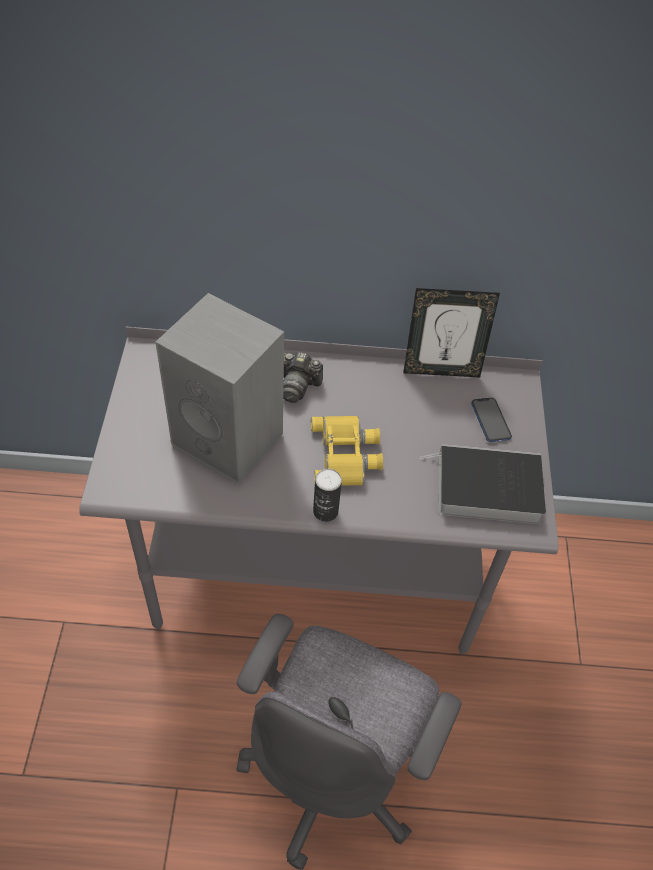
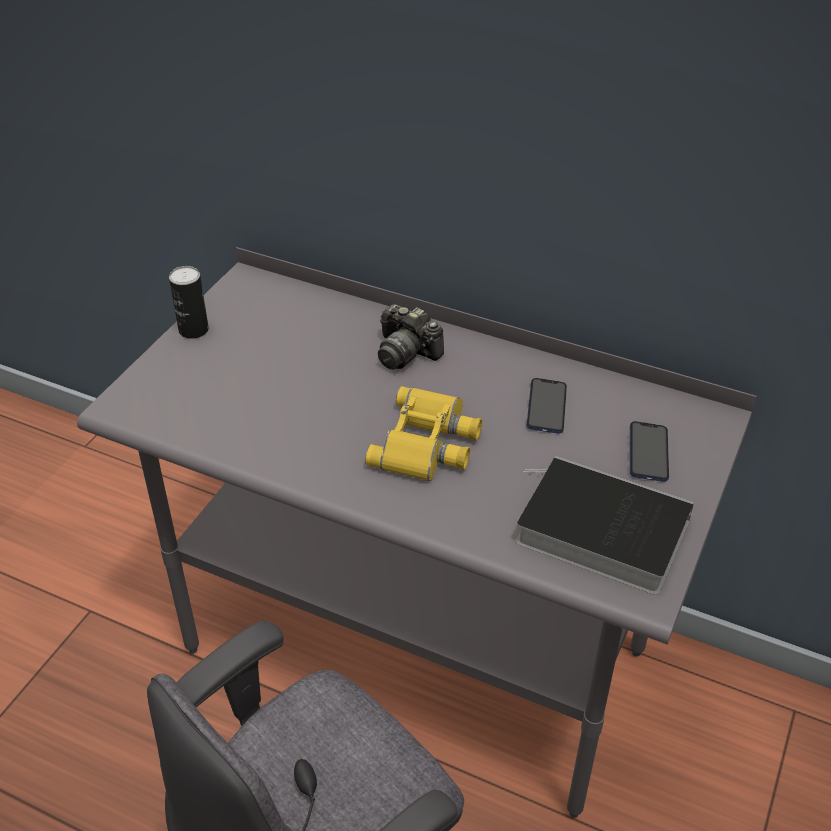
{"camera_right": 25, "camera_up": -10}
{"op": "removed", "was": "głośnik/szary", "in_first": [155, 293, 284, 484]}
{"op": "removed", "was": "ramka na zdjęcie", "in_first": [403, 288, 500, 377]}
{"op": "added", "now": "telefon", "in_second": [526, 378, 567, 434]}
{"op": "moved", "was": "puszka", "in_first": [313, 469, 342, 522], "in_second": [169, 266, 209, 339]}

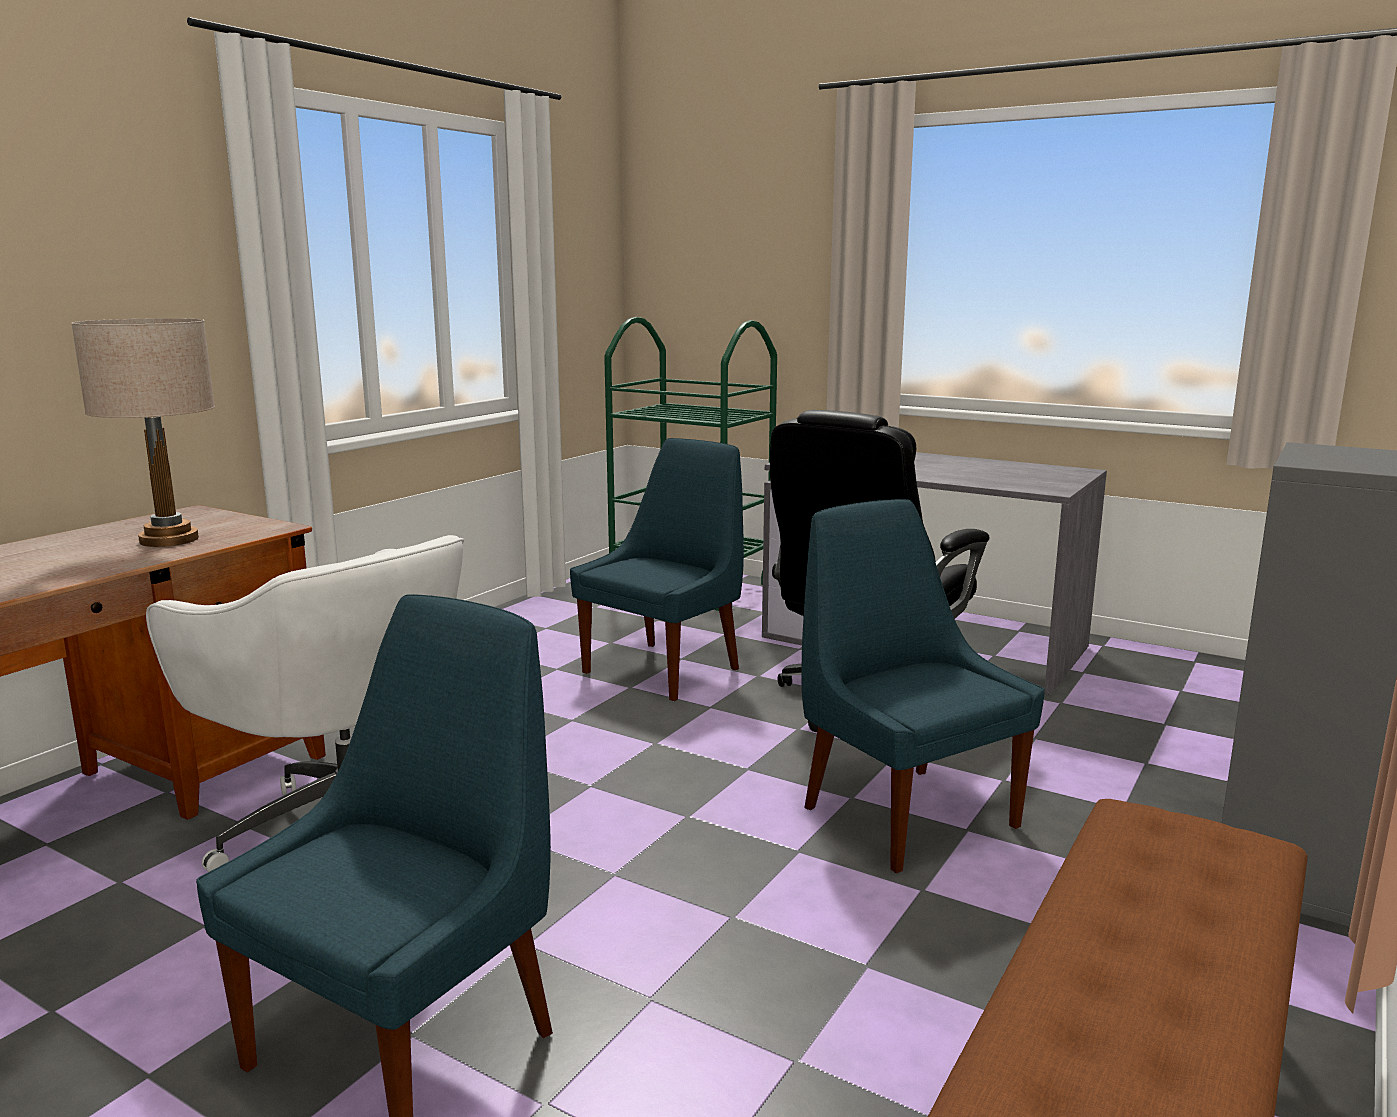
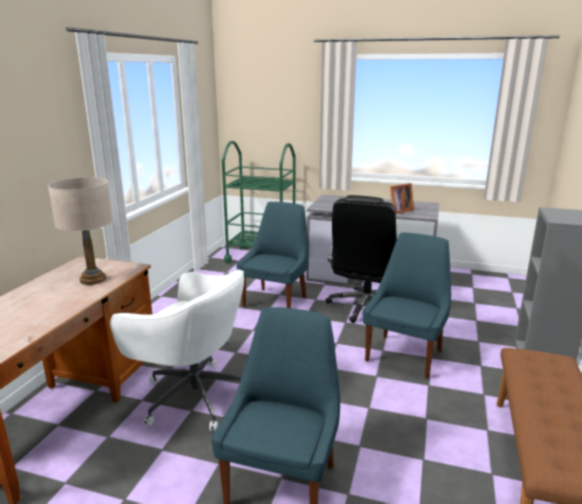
{"camera_right": -15, "camera_up": 5}
{"op": "added", "now": "ramka na zdjęcie", "in_second": [390, 183, 414, 214]}
{"op": "turned", "was": "krzesło/niebieski", "in_first": [801, 499, 1045, 873], "in_second": [363, 233, 451, 379], "clockwise": 75}

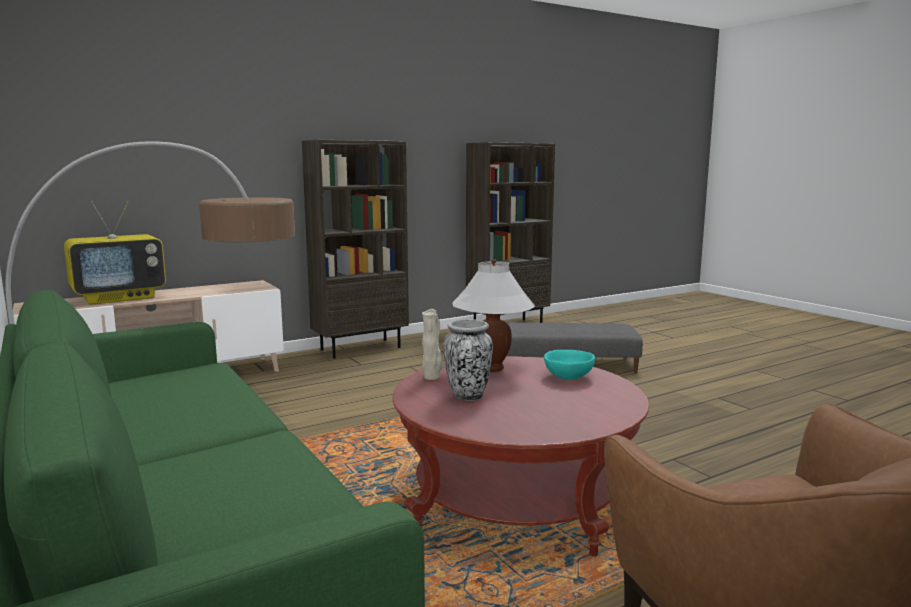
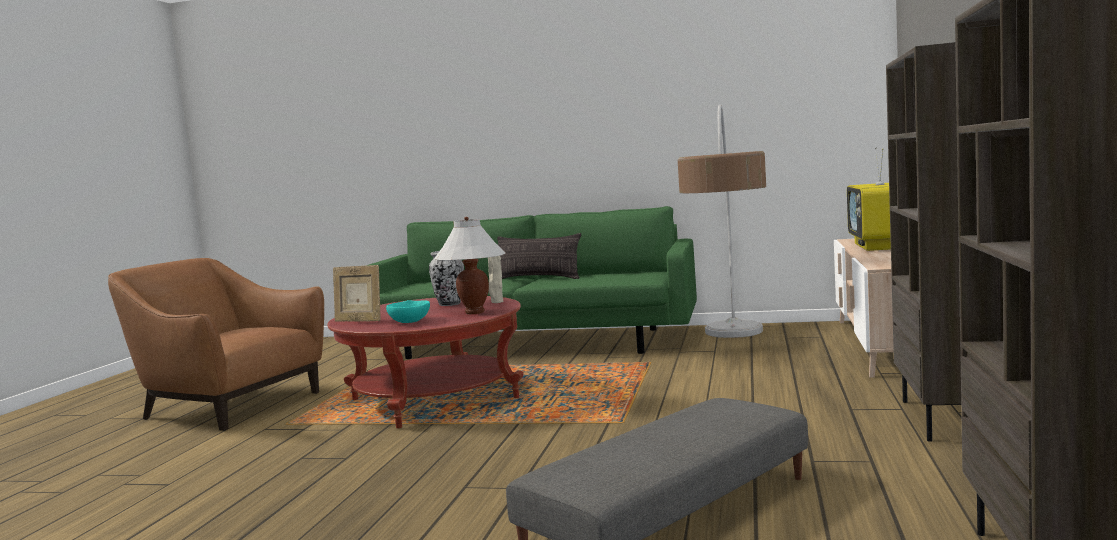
{"camera_right": 135, "camera_up": -5}
{"op": "added", "now": "ramka na zdjęcie", "in_second": [333, 265, 381, 322]}
{"op": "added", "now": "poduszka", "in_second": [497, 233, 581, 279]}

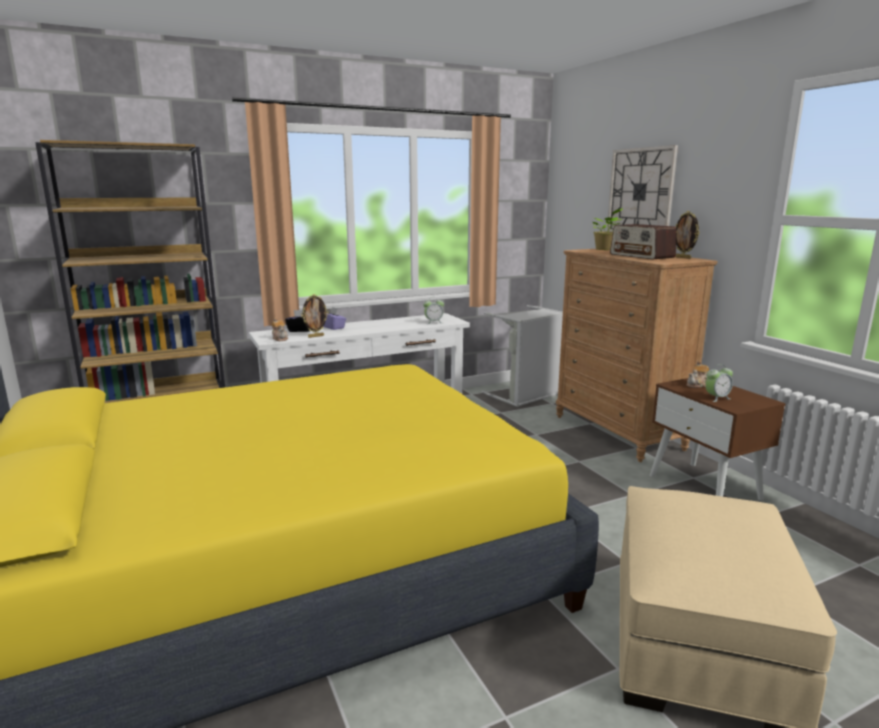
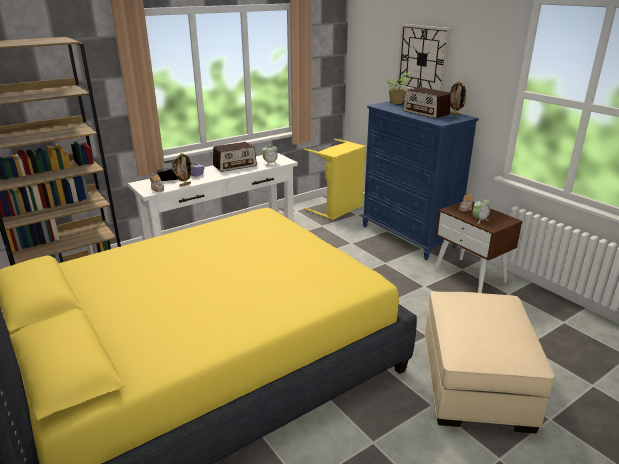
{"camera_right": -10, "camera_up": 10}
{"op": "added", "now": "radio", "in_second": [213, 142, 257, 172]}
{"op": "recoloured", "was": "kosz na pranie/szary", "now": "kosz na pranie/żółty", "in_first": [482, 305, 563, 407], "in_second": [304, 139, 366, 220]}
{"op": "recoloured", "was": "komoda/brązowy", "now": "komoda/niebieski", "in_first": [556, 249, 717, 462], "in_second": [362, 100, 479, 260]}

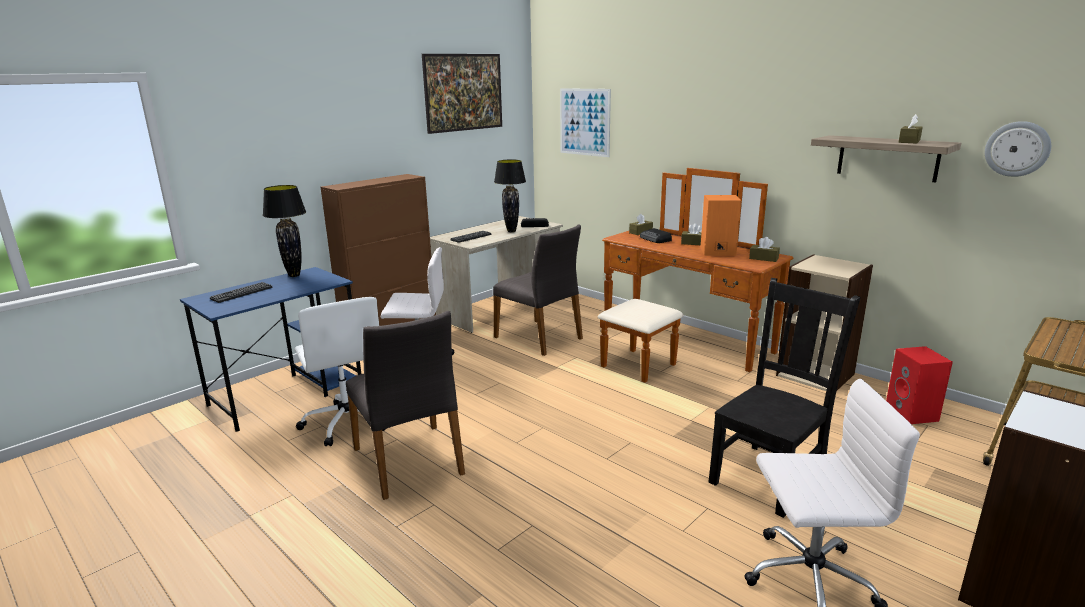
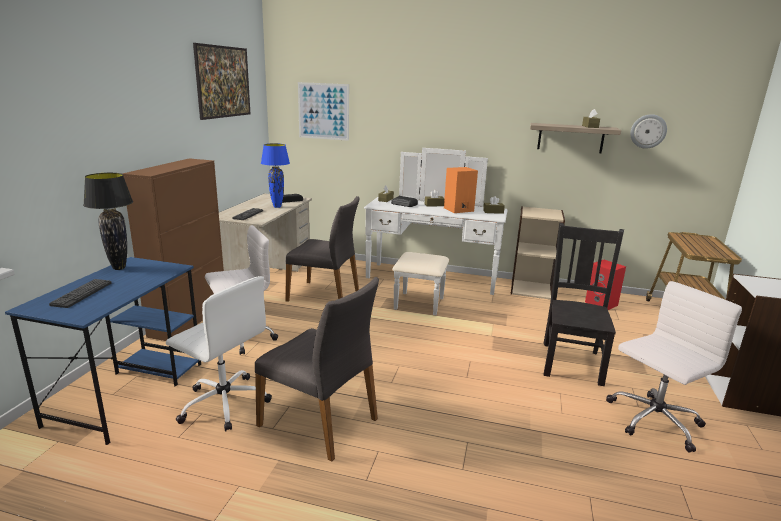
{"camera_right": -30, "camera_up": 0}
{"op": "recoloured", "was": "lampa stołowa/czarny", "now": "lampa stołowa/niebieski", "in_first": [494, 160, 526, 232], "in_second": [261, 143, 290, 208]}
{"op": "recoloured", "was": "komoda/brązowy", "now": "komoda/biały", "in_first": [597, 168, 793, 383], "in_second": [364, 148, 508, 315]}

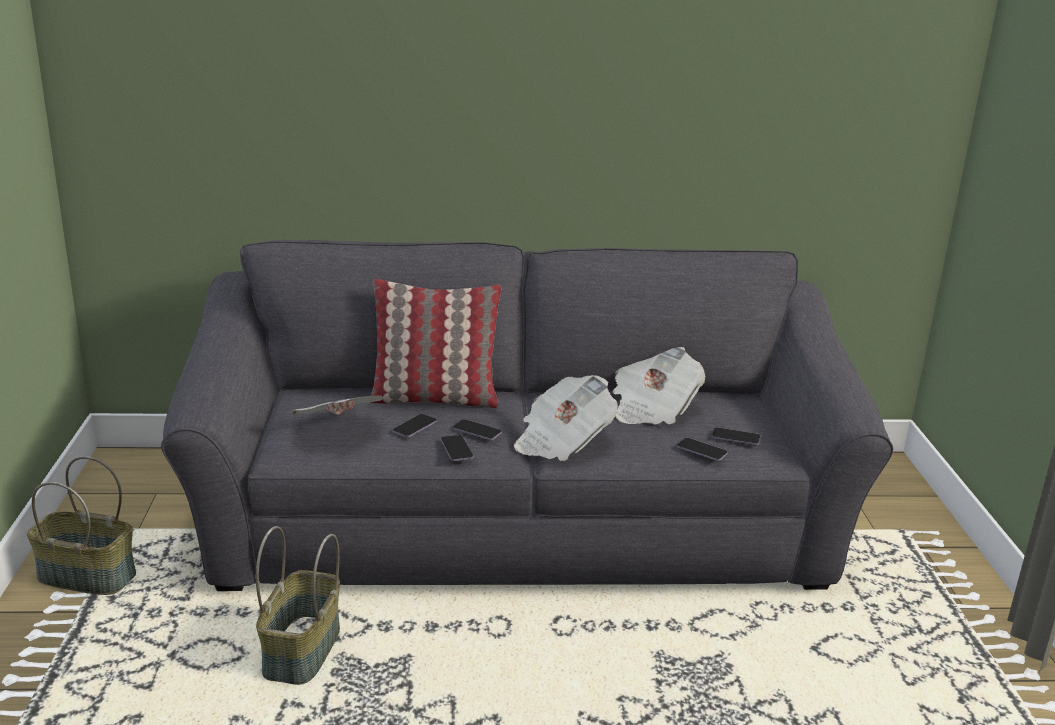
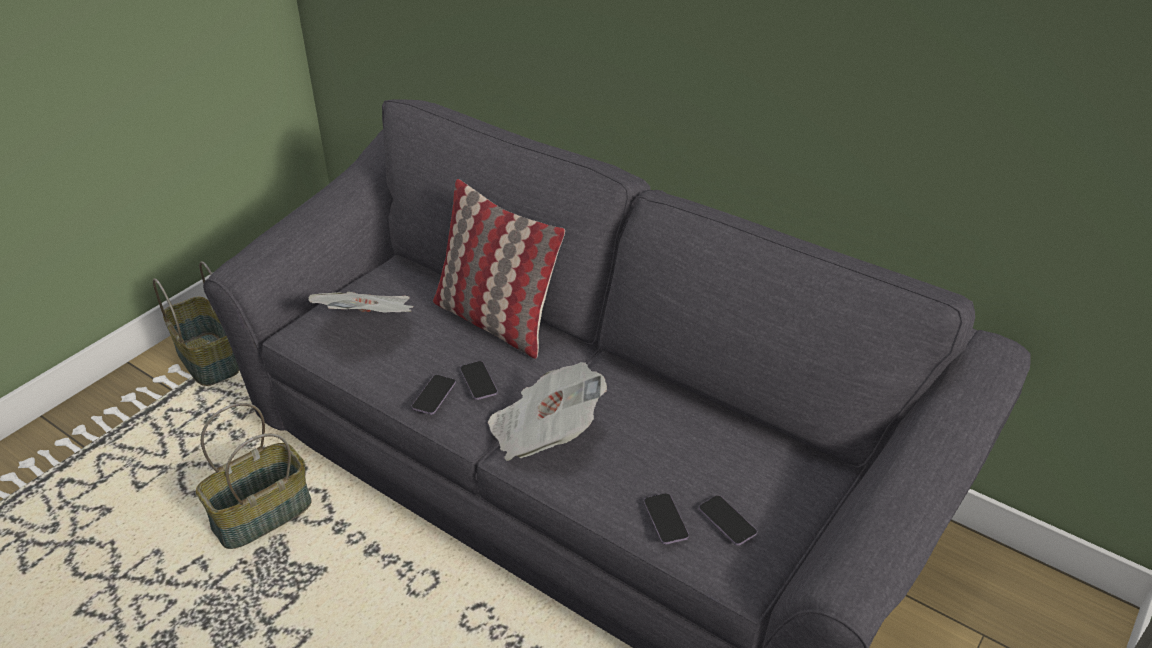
{"camera_right": 40, "camera_up": 15}
{"op": "removed", "was": "telefon", "in_first": [392, 414, 437, 438]}
{"op": "removed", "was": "gazeta", "in_first": [612, 347, 705, 424]}

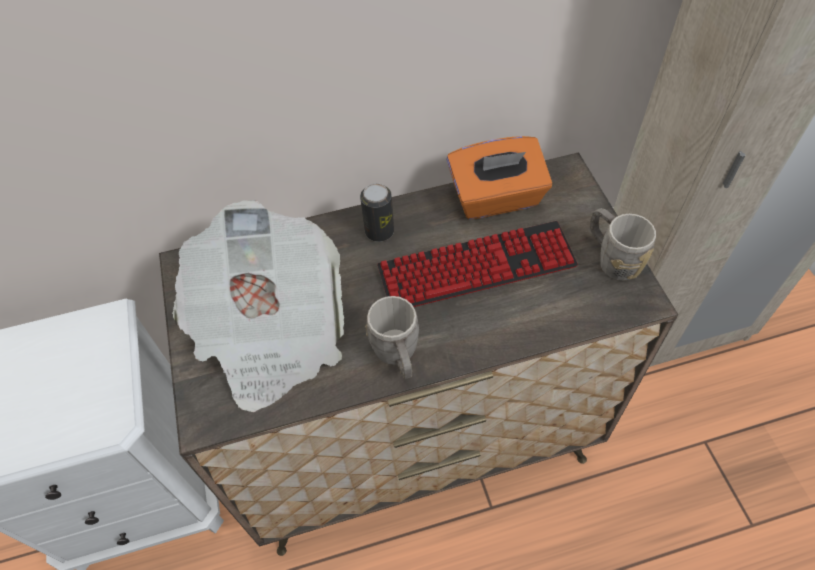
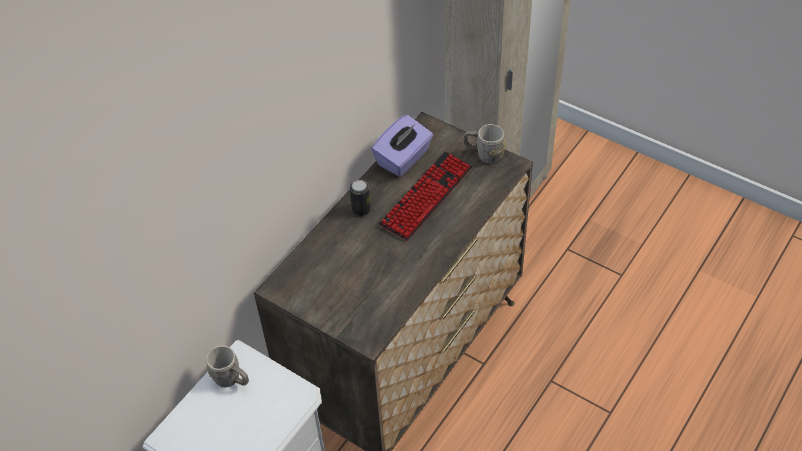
{"camera_right": -40, "camera_up": -5}
{"op": "removed", "was": "gazeta", "in_first": [172, 200, 344, 412]}
{"op": "moved", "was": "kubek/szary", "in_first": [365, 296, 419, 379], "in_second": [206, 346, 249, 387]}
{"op": "recoloured", "was": "pudełko chusteczek/pomarańczowy", "now": "pudełko chusteczek/fioletowy", "in_first": [447, 136, 552, 219], "in_second": [371, 115, 433, 177]}

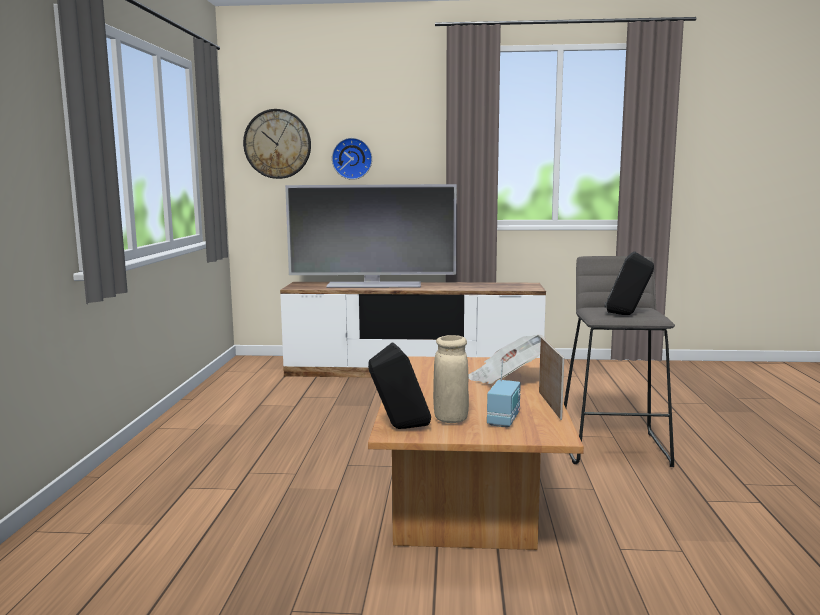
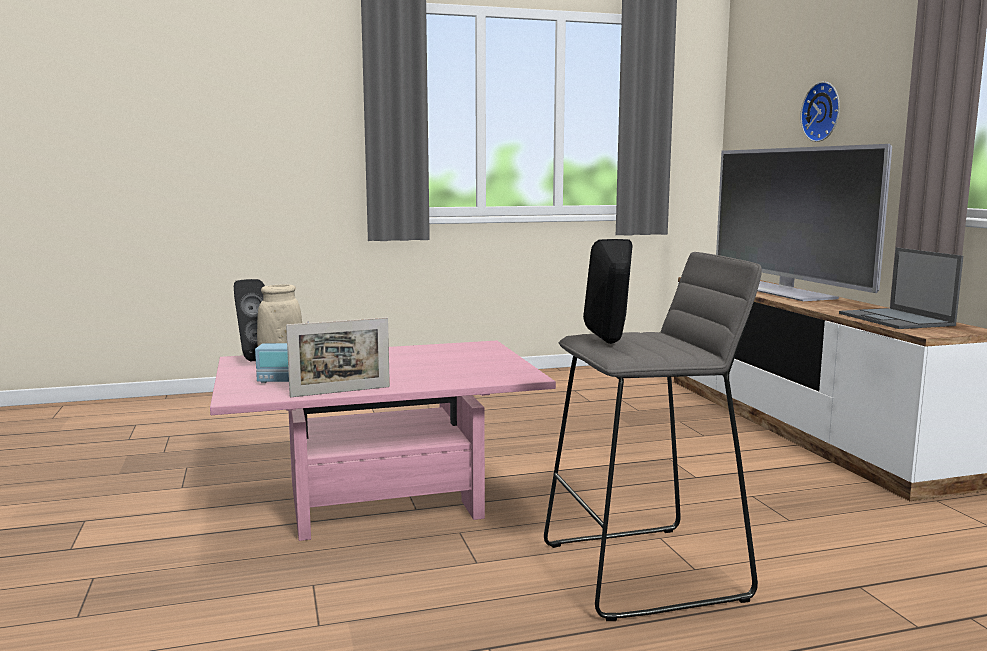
{"camera_right": 70, "camera_up": 0}
{"op": "removed", "was": "zegar ścienny", "in_first": [243, 109, 311, 179]}
{"op": "removed", "was": "gazeta", "in_first": [468, 335, 546, 384]}
{"op": "added", "now": "laptop", "in_second": [839, 247, 963, 329]}
{"op": "recoloured", "was": "ława/brązowy", "now": "ława/różowy", "in_first": [368, 356, 584, 550], "in_second": [210, 341, 556, 541]}

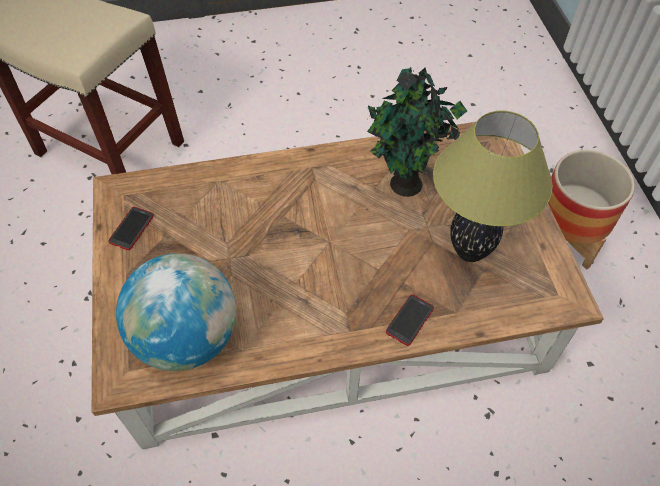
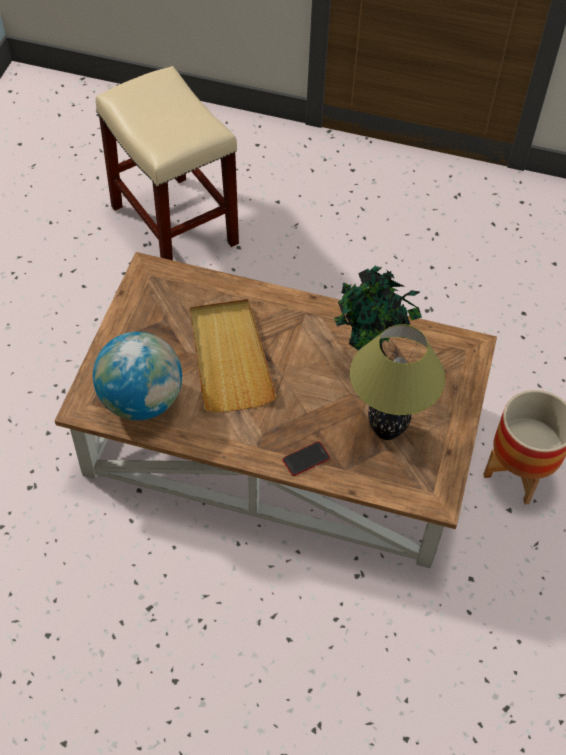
{"camera_right": 25, "camera_up": 0}
{"op": "removed", "was": "telefon", "in_first": [108, 207, 154, 250]}
{"op": "added", "now": "taca/beżowy", "in_second": [190, 299, 277, 412]}

